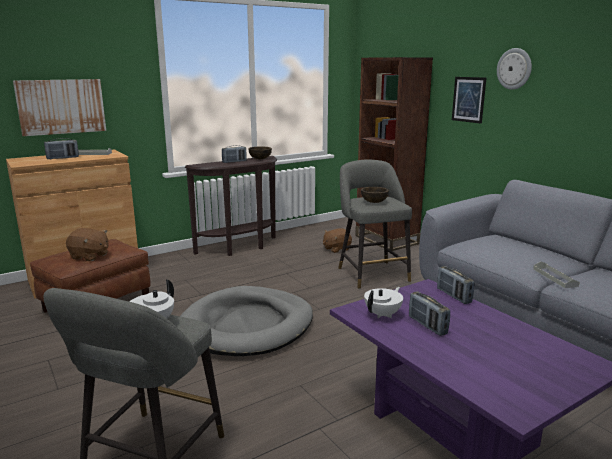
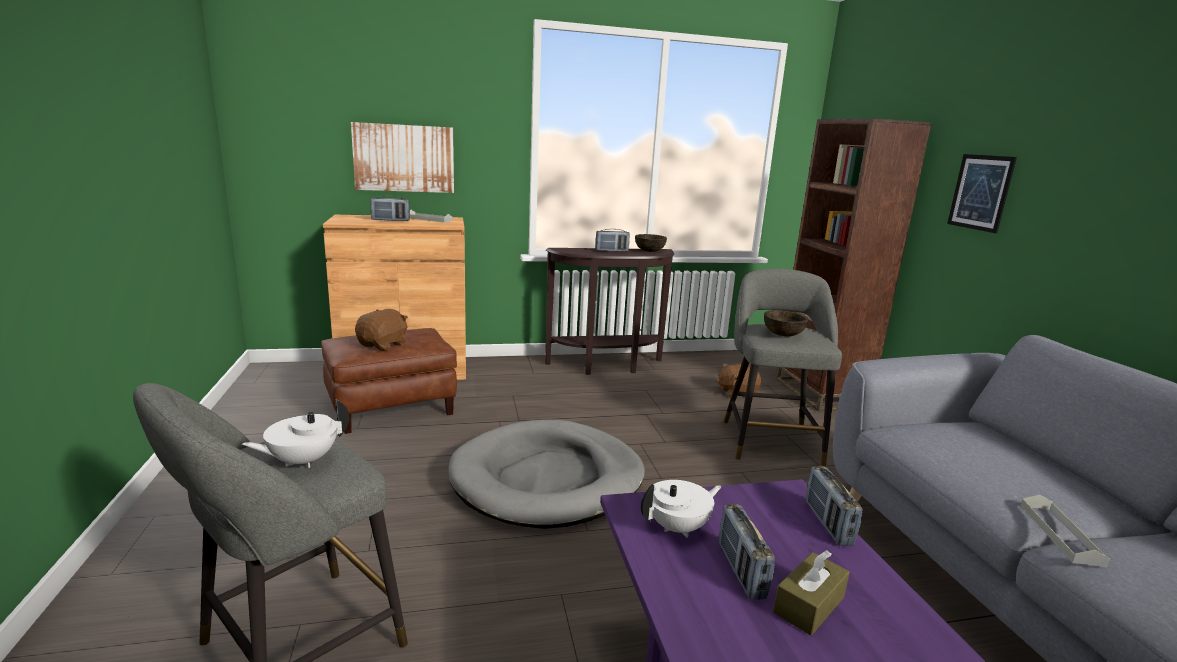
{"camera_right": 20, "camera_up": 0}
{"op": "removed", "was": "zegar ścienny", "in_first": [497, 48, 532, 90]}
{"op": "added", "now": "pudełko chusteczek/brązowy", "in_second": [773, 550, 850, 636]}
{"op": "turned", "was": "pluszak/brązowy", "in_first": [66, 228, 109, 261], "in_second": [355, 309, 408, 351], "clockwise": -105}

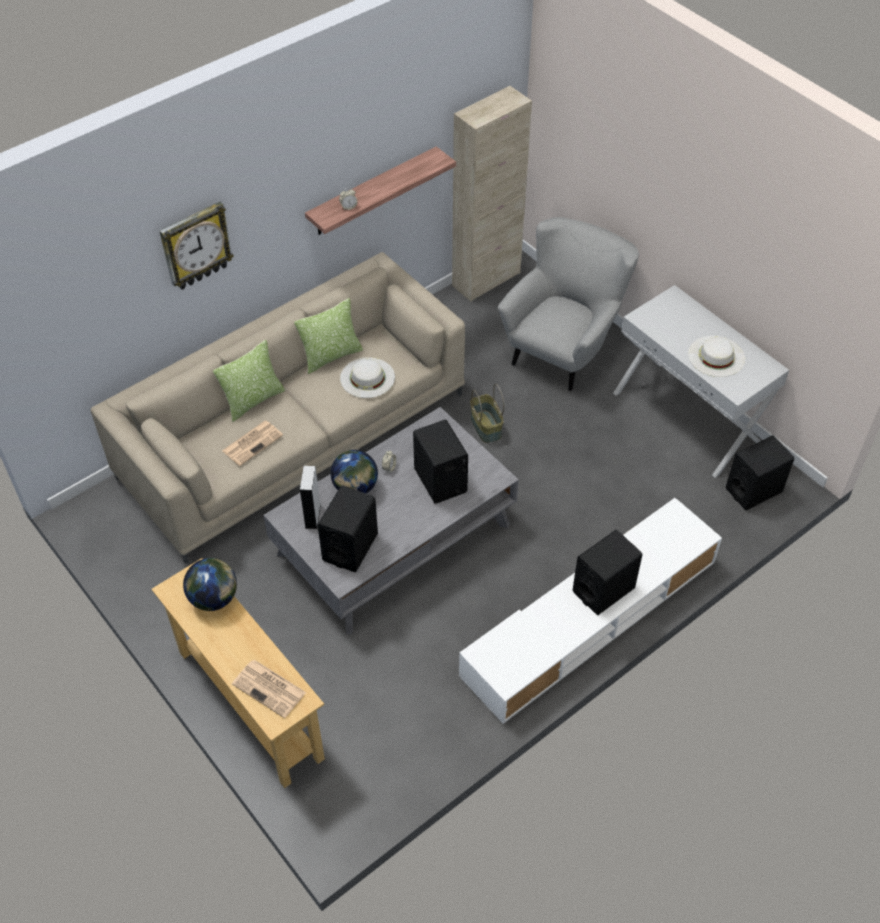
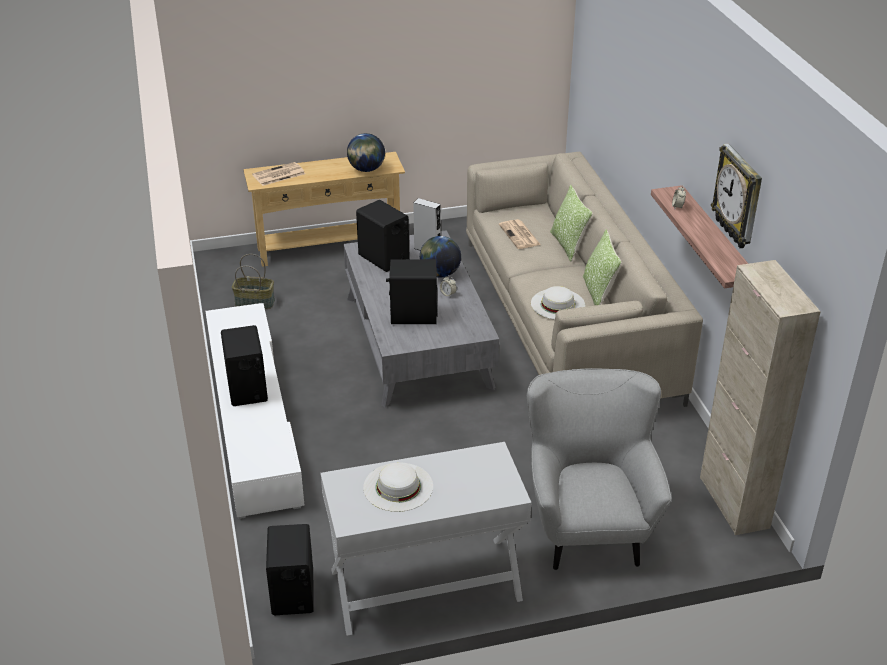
{"camera_right": 115, "camera_up": -15}
{"op": "moved", "was": "zegar ścienny", "in_first": [160, 202, 234, 290], "in_second": [711, 144, 762, 248]}
{"op": "moved", "was": "koszyk", "in_first": [470, 384, 504, 443], "in_second": [232, 254, 275, 309]}
{"op": "turned", "was": "fotel/szary", "in_first": [498, 217, 639, 391], "in_second": [527, 368, 671, 570], "clockwise": -150}

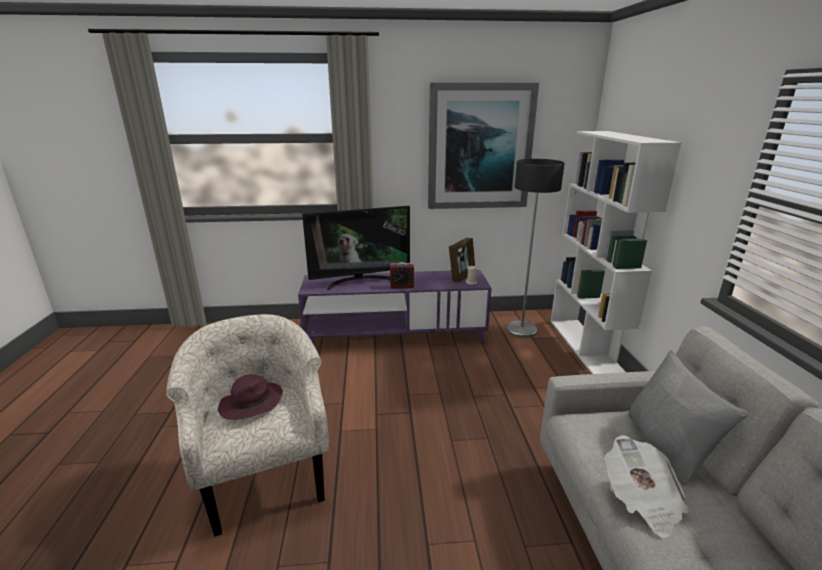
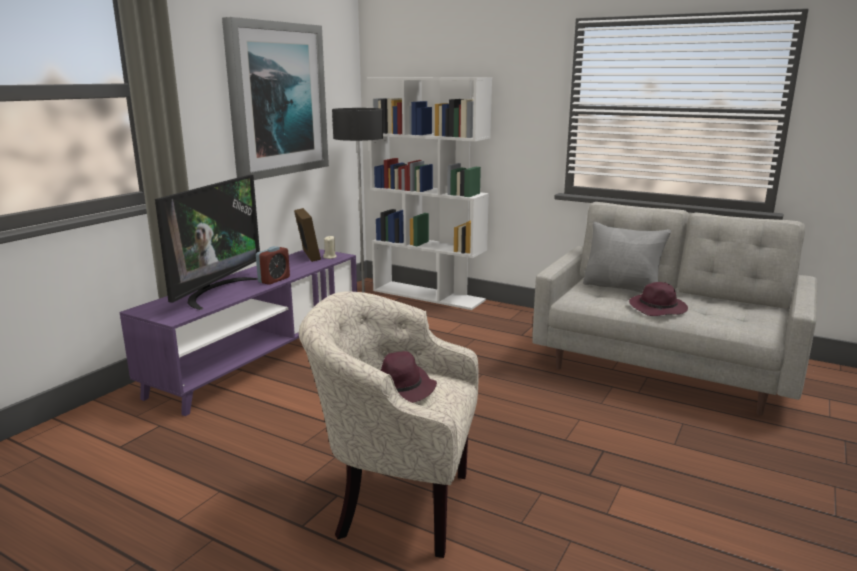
{"camera_right": -55, "camera_up": -5}
{"op": "replaced", "was": "gazeta", "now": "kapelusz/fioletowy", "in_first": [604, 435, 689, 539], "in_second": [629, 282, 688, 316]}

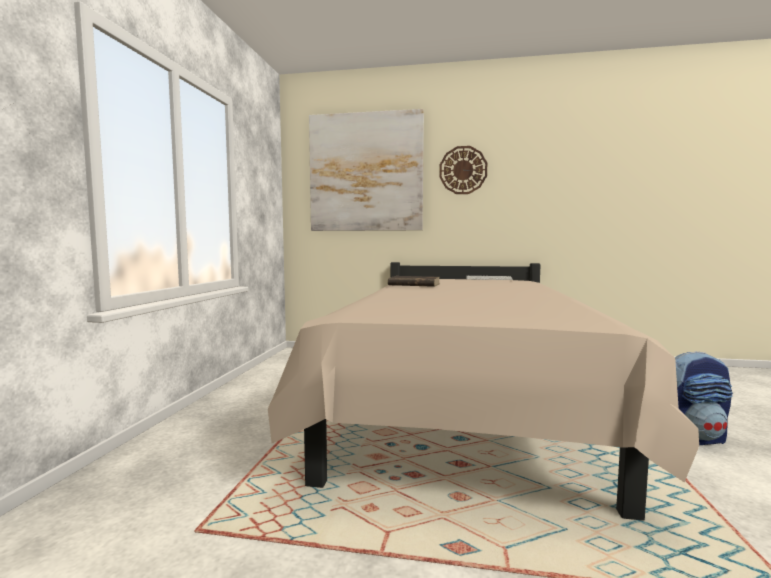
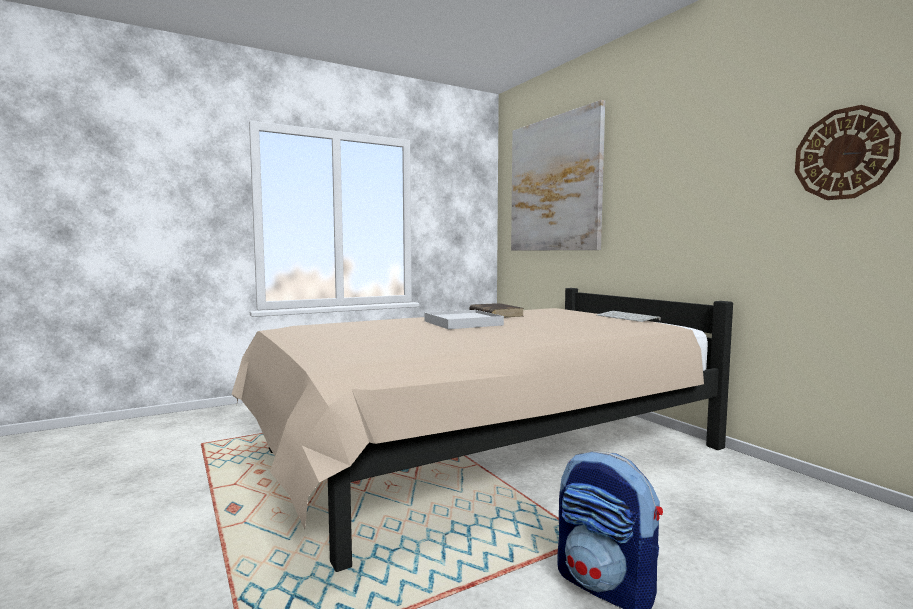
{"camera_right": 50, "camera_up": 0}
{"op": "added", "now": "taca/biały", "in_second": [425, 310, 504, 329]}
{"op": "moved", "was": "zegar ścienny", "in_first": [439, 146, 487, 194], "in_second": [795, 105, 901, 200]}

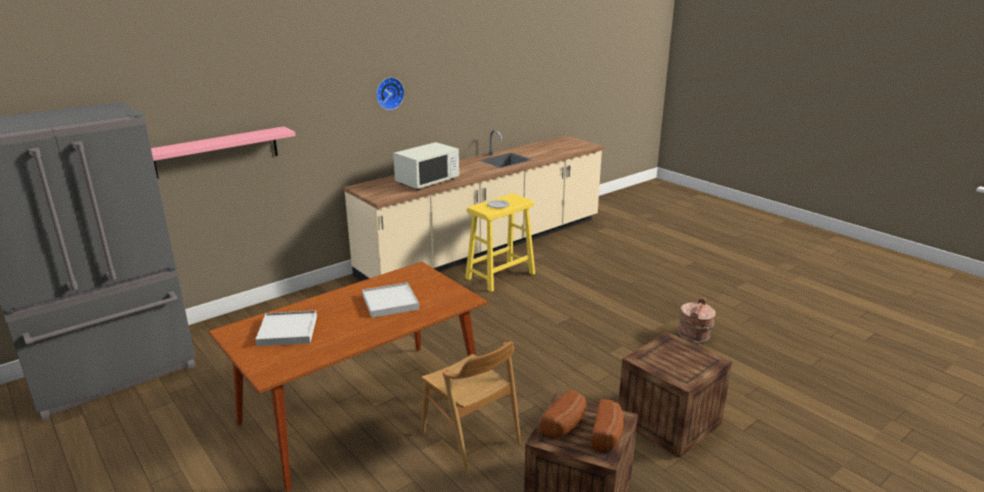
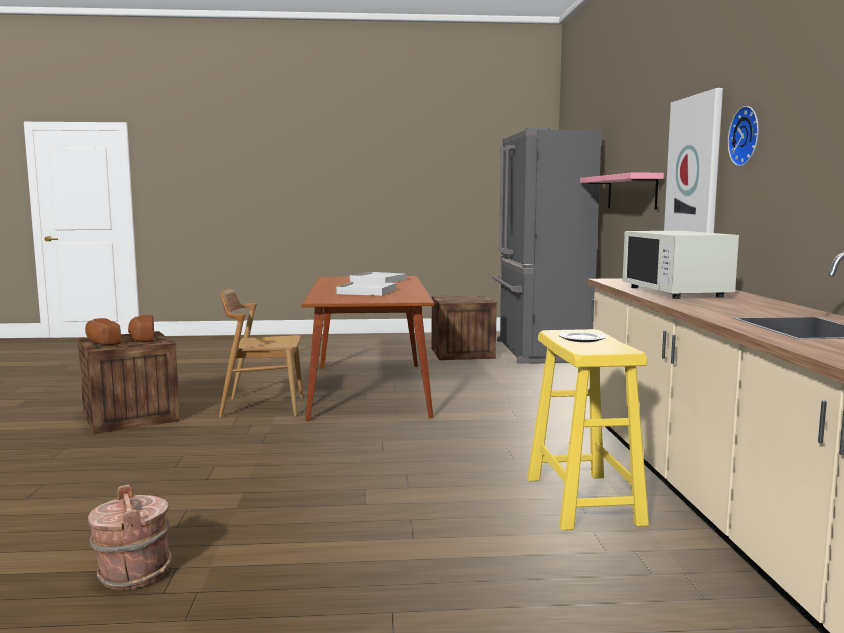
{"camera_right": 125, "camera_up": -15}
{"op": "added", "now": "obraz", "in_second": [664, 88, 723, 233]}
{"op": "moved", "was": "skrzynka", "in_first": [618, 332, 732, 458], "in_second": [432, 295, 497, 360]}

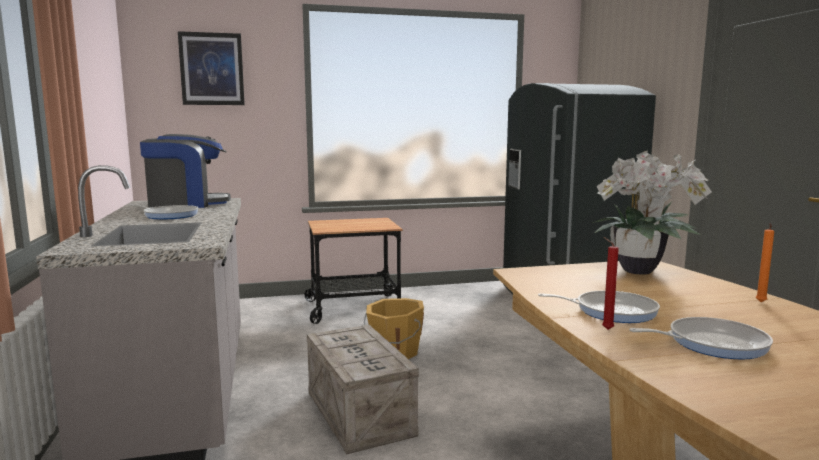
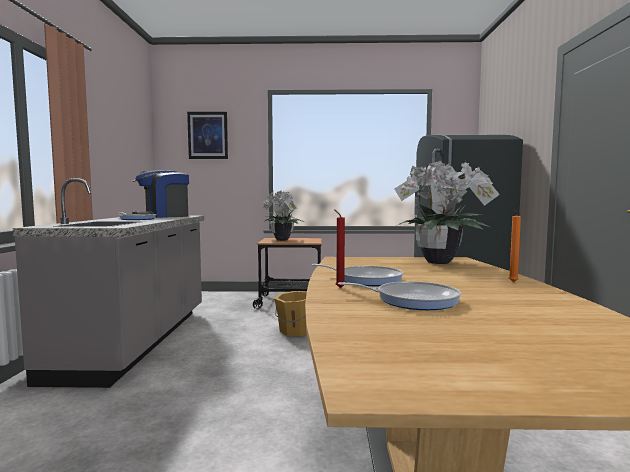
{"camera_right": 15, "camera_up": -5}
{"op": "removed", "was": "skrzynka", "in_first": [307, 324, 419, 454]}
{"op": "added", "now": "roślina doniczkowa", "in_second": [264, 191, 304, 241]}
{"op": "turned", "was": "ekspres do kawy", "in_first": [140, 134, 231, 208], "in_second": [132, 170, 189, 218], "clockwise": 150}

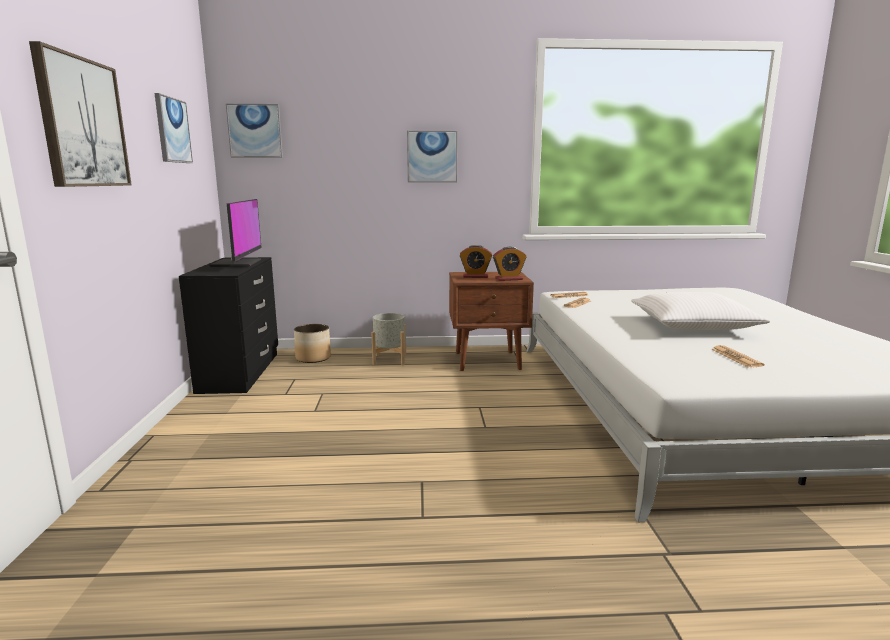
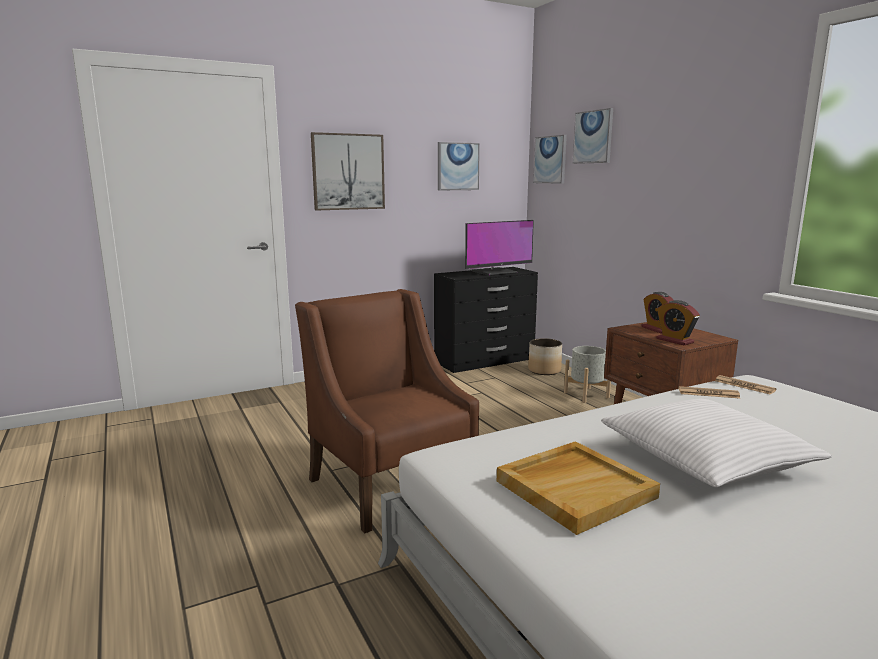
{"camera_right": 65, "camera_up": 0}
{"op": "added", "now": "fotel/brązowy", "in_second": [295, 289, 479, 533]}
{"op": "moved", "was": "obraz", "in_first": [407, 131, 457, 183], "in_second": [573, 108, 613, 164]}
{"op": "replaced", "was": "gazeta", "now": "taca/beżowy", "in_first": [711, 345, 764, 367], "in_second": [497, 441, 660, 535]}

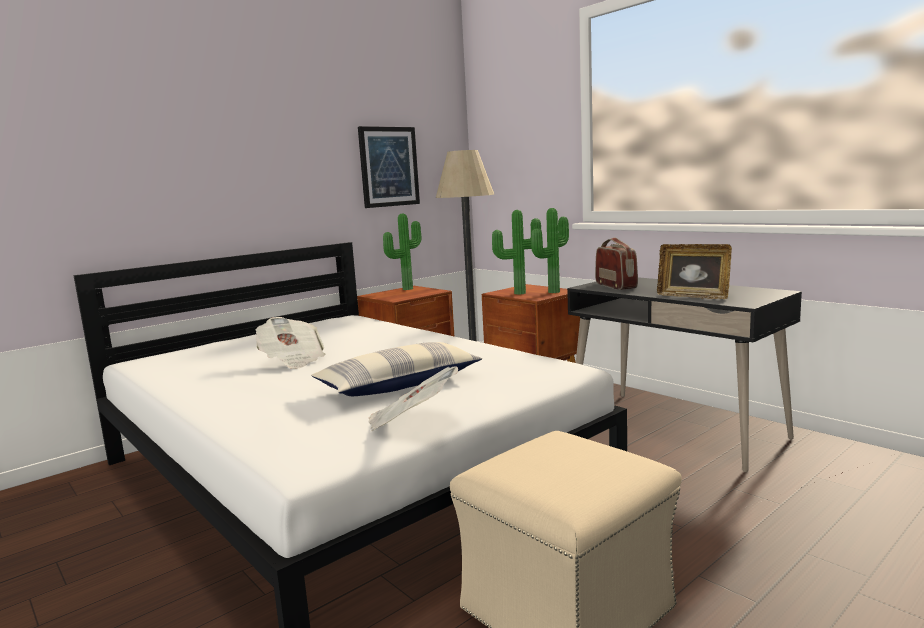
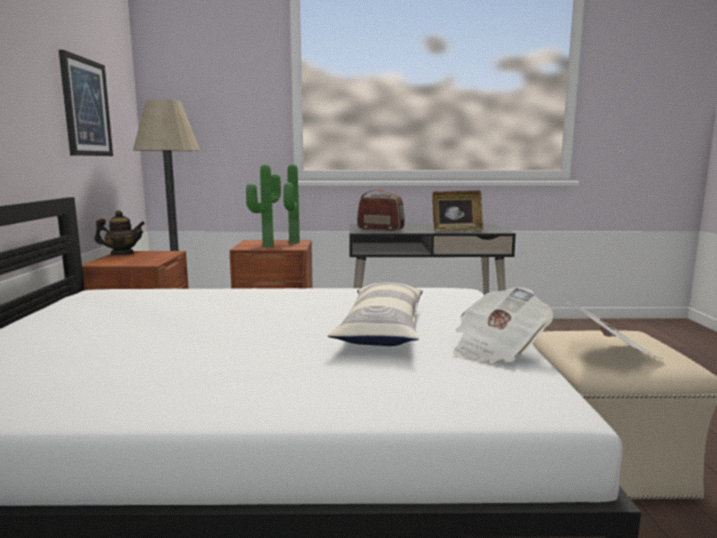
{"camera_right": -50, "camera_up": 0}
{"op": "moved", "was": "gazeta", "in_first": [256, 317, 326, 369], "in_second": [567, 302, 662, 359]}
{"op": "replaced", "was": "roślina doniczkowa", "now": "imbryk", "in_first": [383, 213, 421, 290], "in_second": [94, 210, 145, 255]}

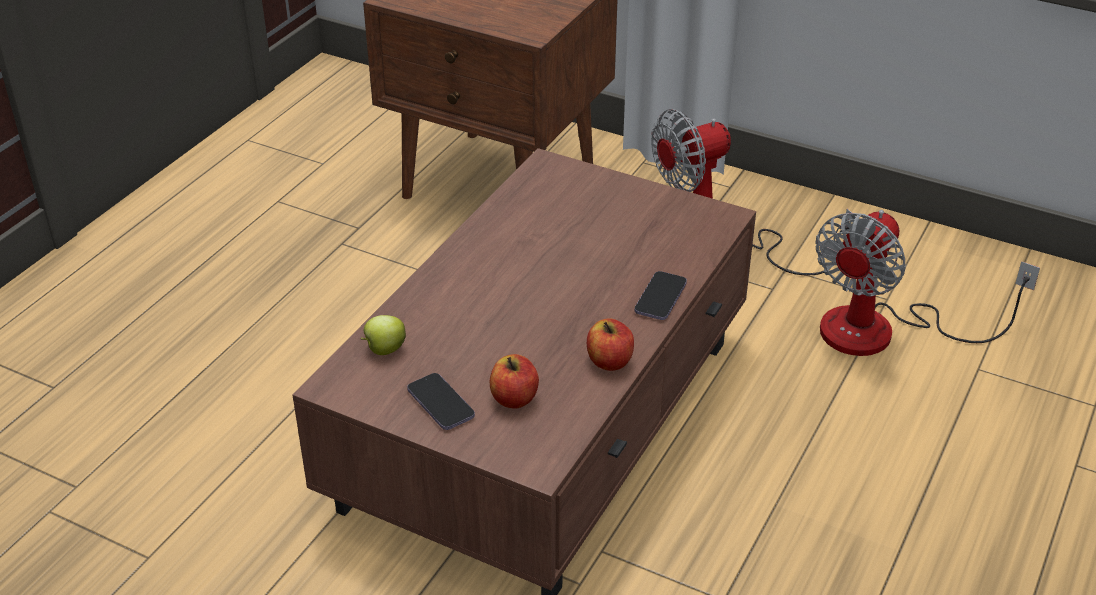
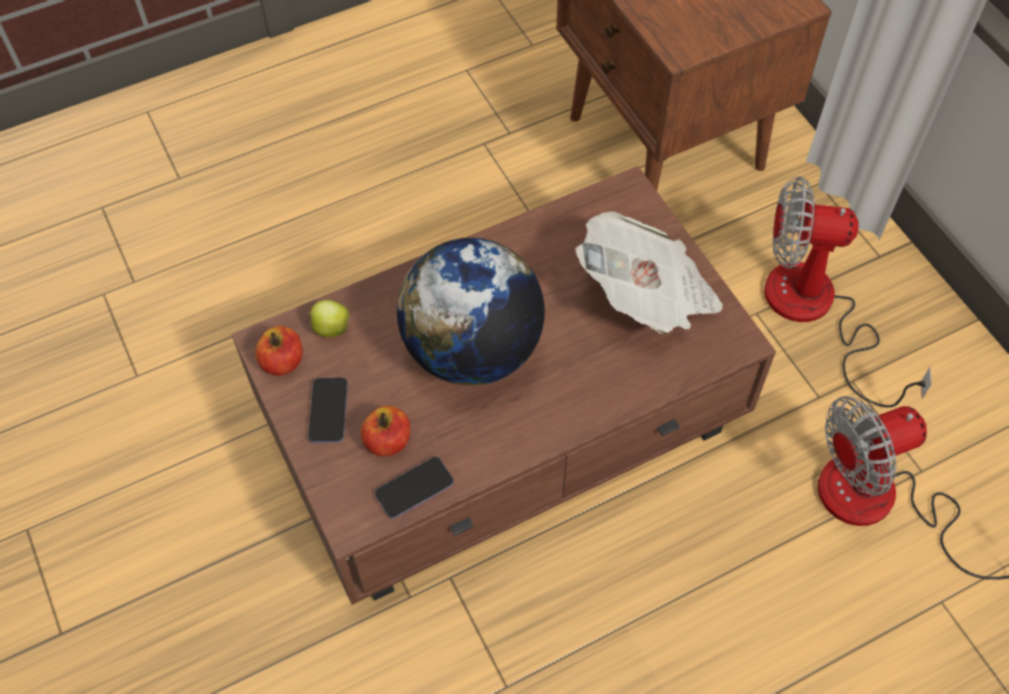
{"camera_right": 35, "camera_up": 20}
{"op": "added", "now": "globus", "in_second": [397, 238, 545, 386]}
{"op": "added", "now": "gazeta", "in_second": [575, 211, 723, 334]}
{"op": "moved", "was": "jabłko", "in_first": [587, 318, 634, 371], "in_second": [255, 326, 303, 376]}
{"op": "moved", "was": "telefon", "in_first": [634, 271, 687, 320], "in_second": [375, 457, 454, 519]}

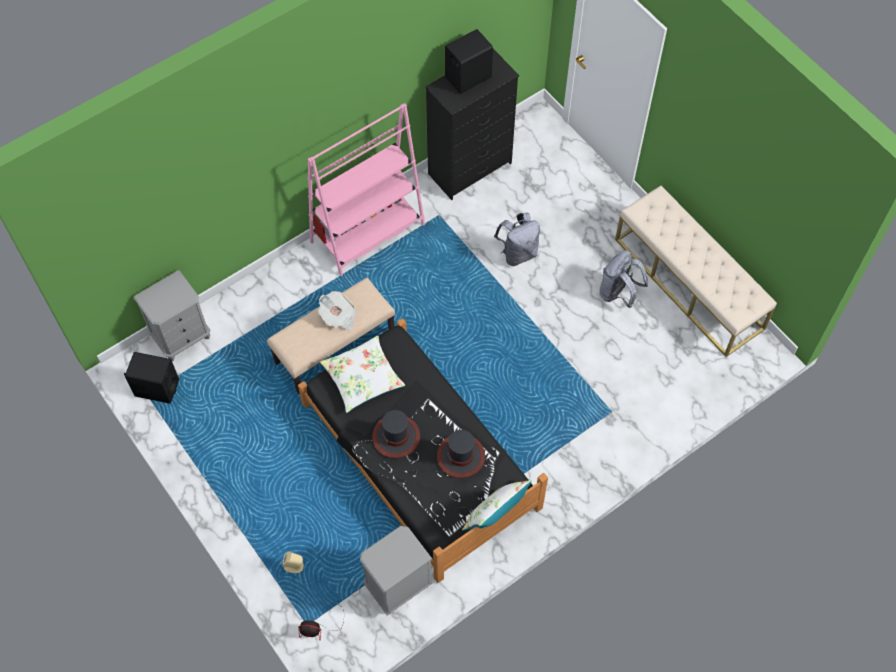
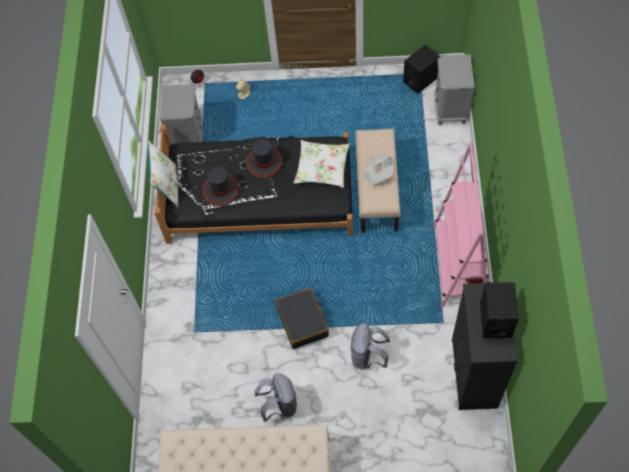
{"camera_right": 130, "camera_up": 0}
{"op": "added", "now": "walizka/czarny", "in_second": [275, 288, 329, 349]}

